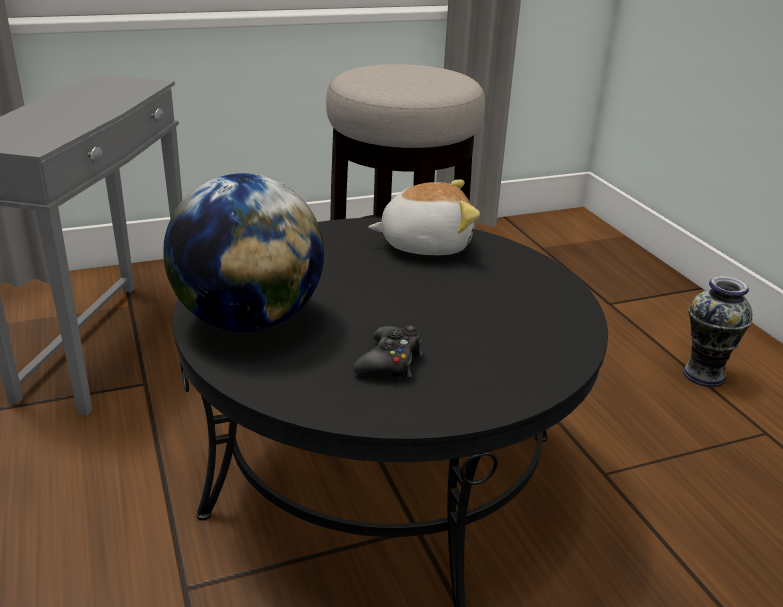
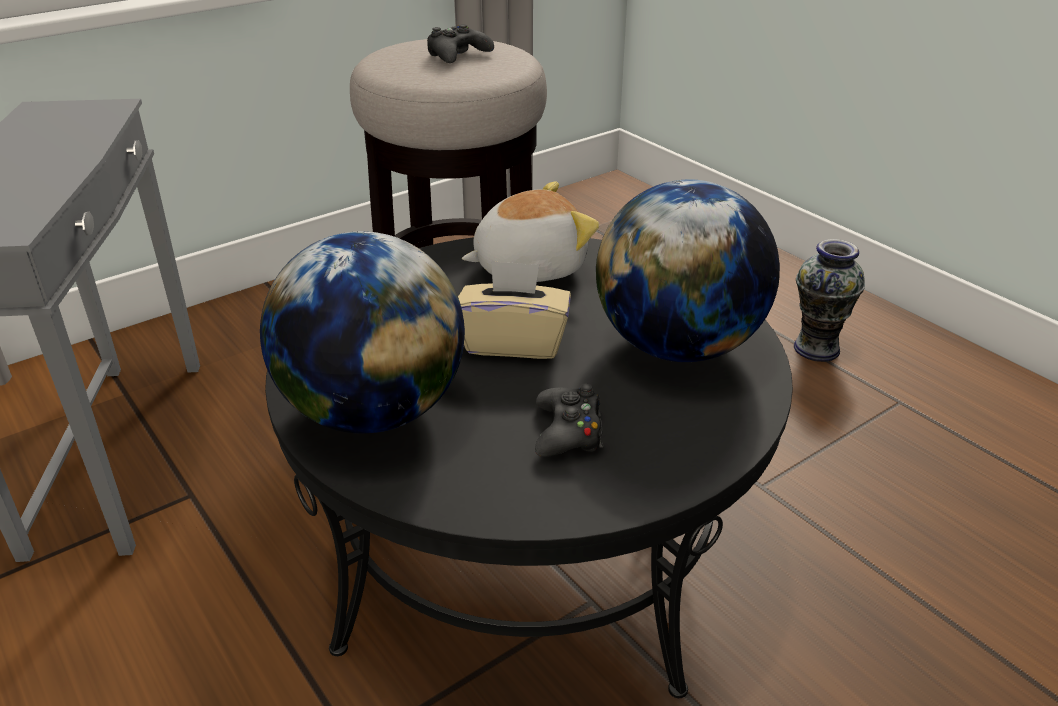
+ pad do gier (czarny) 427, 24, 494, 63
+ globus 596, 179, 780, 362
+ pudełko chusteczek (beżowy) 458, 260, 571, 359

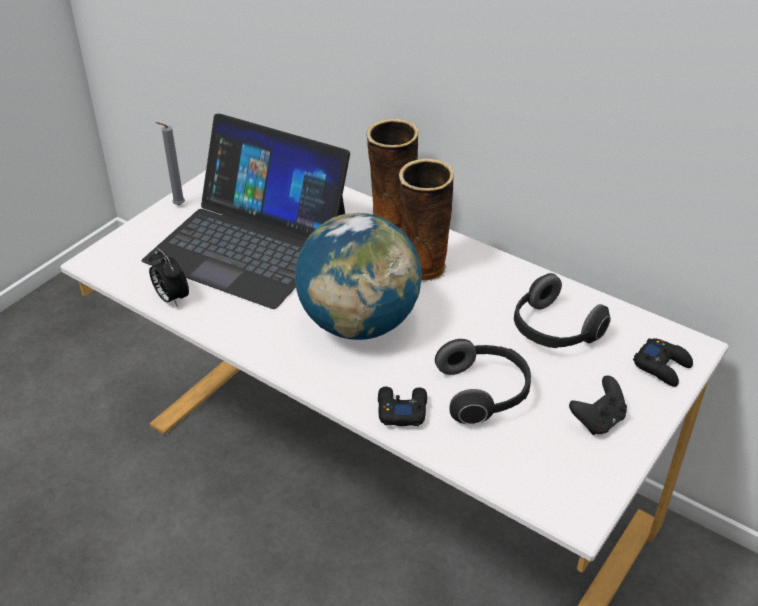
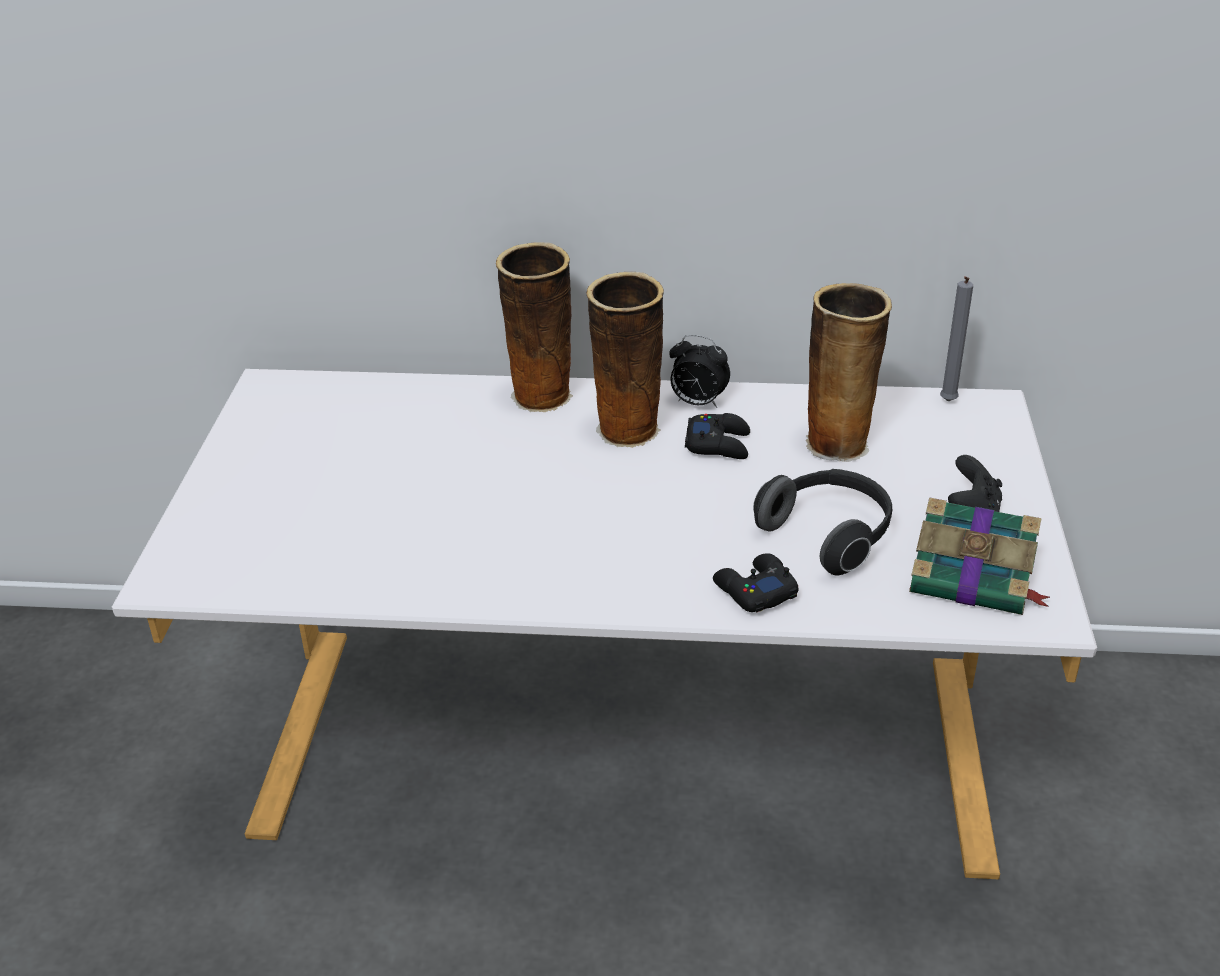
- laptop 142, 114, 350, 309
~ świeca (szary) 155, 122, 185, 205 to 940, 276, 973, 401
- globus 295, 213, 422, 340
~ budzik 149, 248, 189, 307 to 669, 335, 730, 408
~ słuchawki 514, 273, 611, 348 to wazon 806, 283, 892, 462
~ pad do gier (czarny) 633, 338, 693, 387 to 685, 413, 750, 459
+ książka 909, 497, 1050, 615

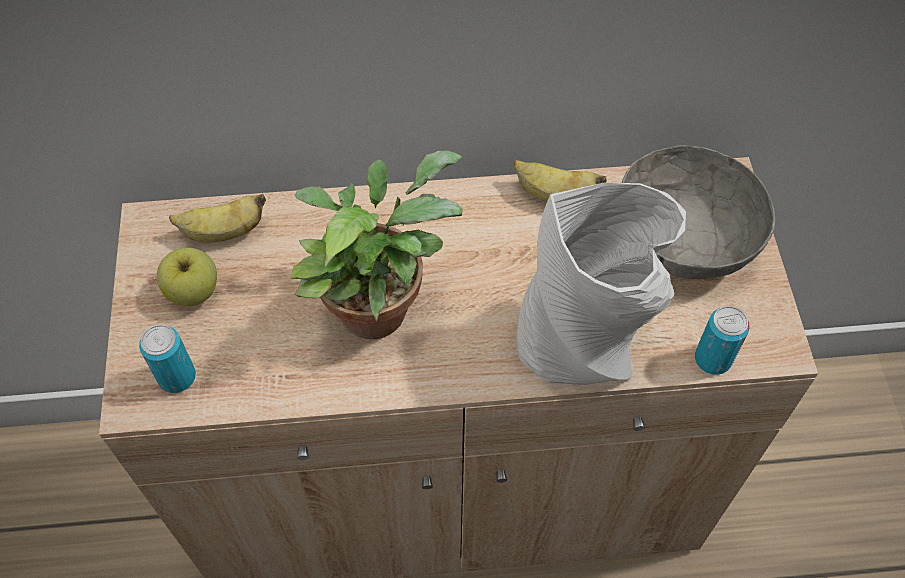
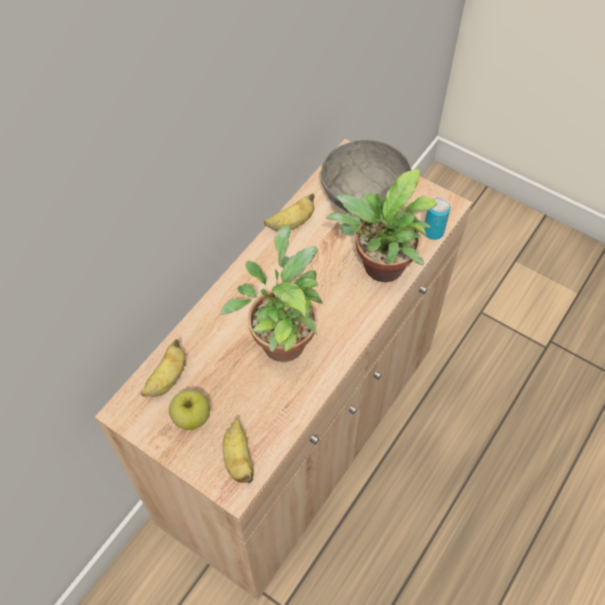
~ wazon (szary) 516, 183, 686, 385 to roślina doniczkowa 326, 169, 437, 282
~ puszka 139, 325, 196, 393 to banan 223, 419, 254, 483

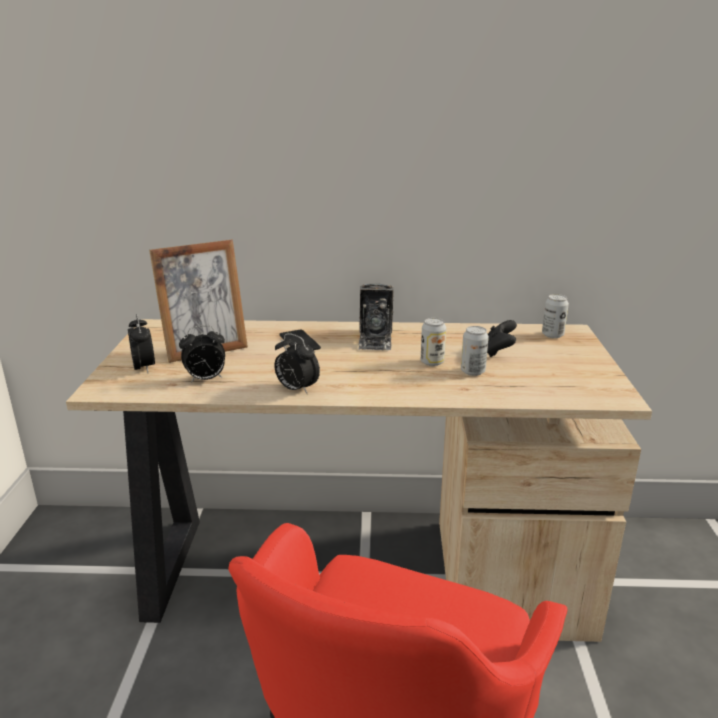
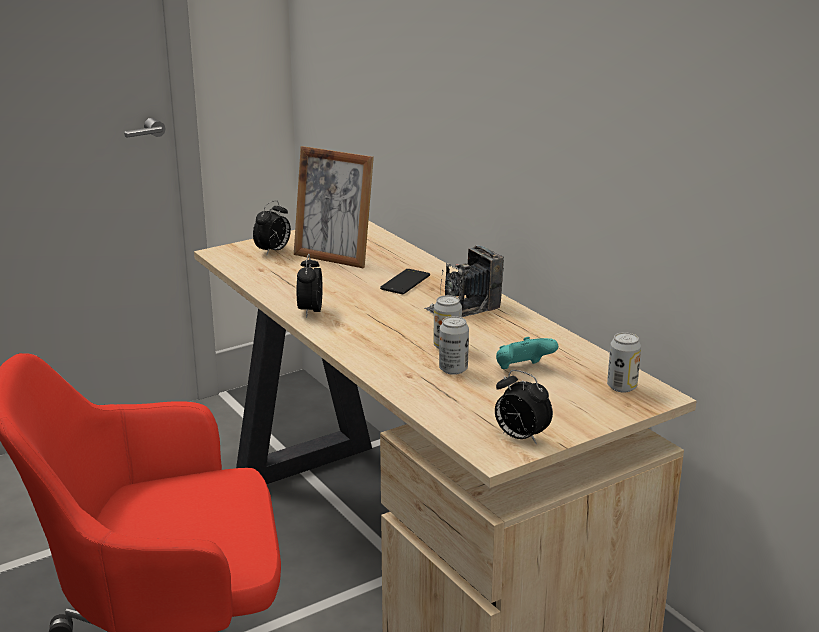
~ pad do gier (czarny) 487, 320, 517, 357 to pad do gier (turkusowy) 496, 337, 558, 369
~ budzik 179, 325, 225, 383 to 495, 370, 553, 445

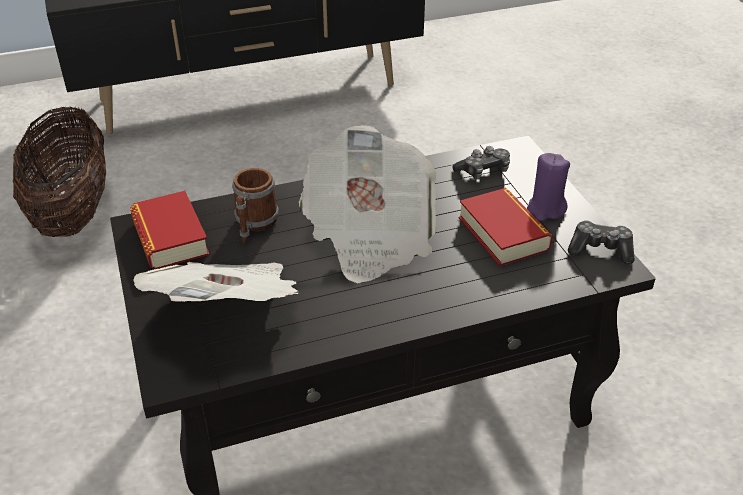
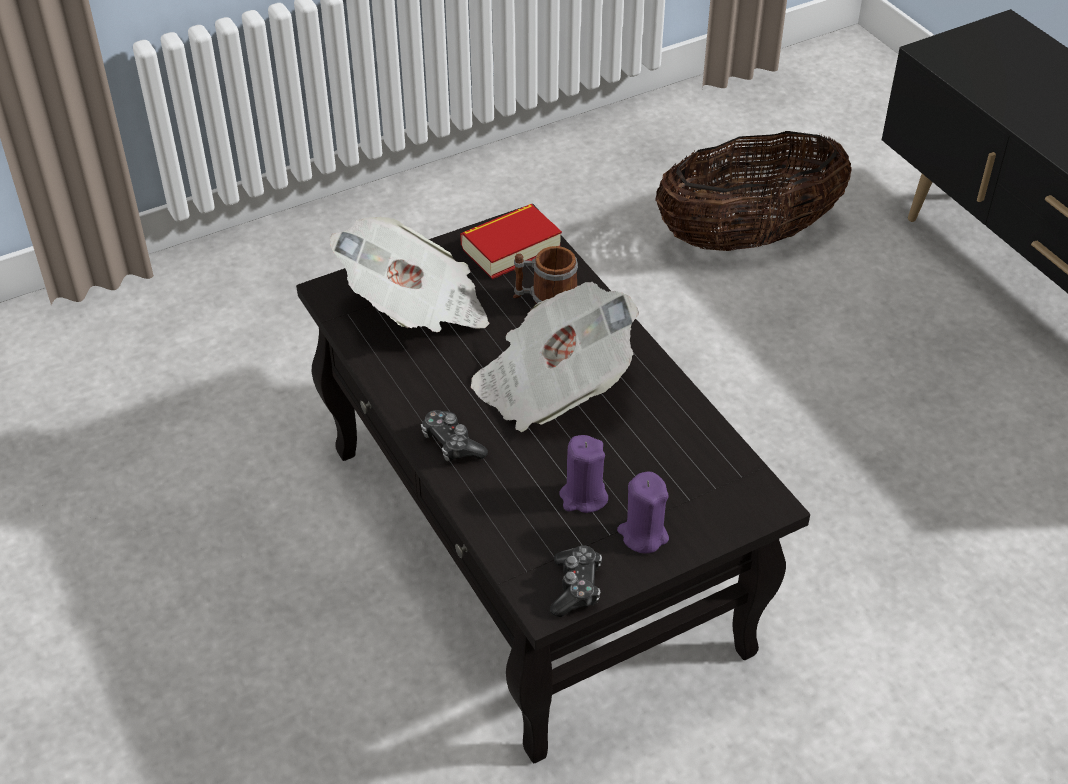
~ pad do gier 452, 146, 510, 179 to 421, 410, 488, 462
~ książka 459, 188, 553, 266 to świeca (fioletowy) 559, 435, 608, 513

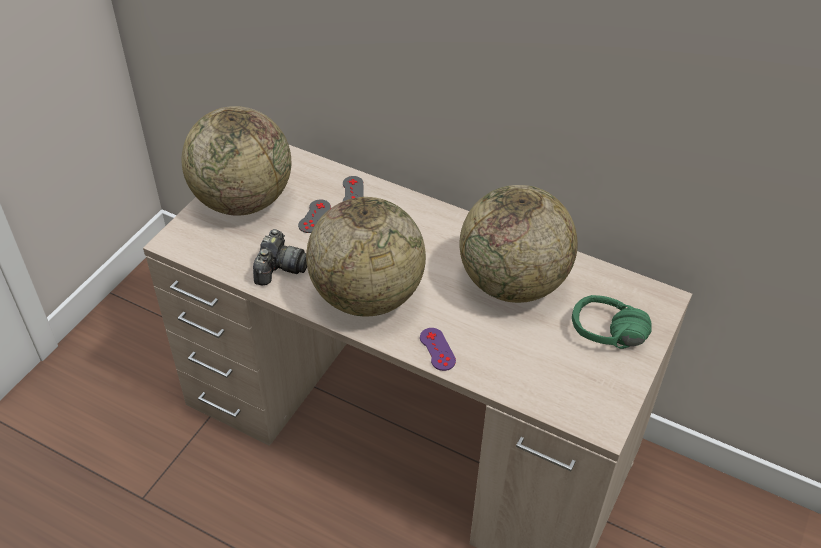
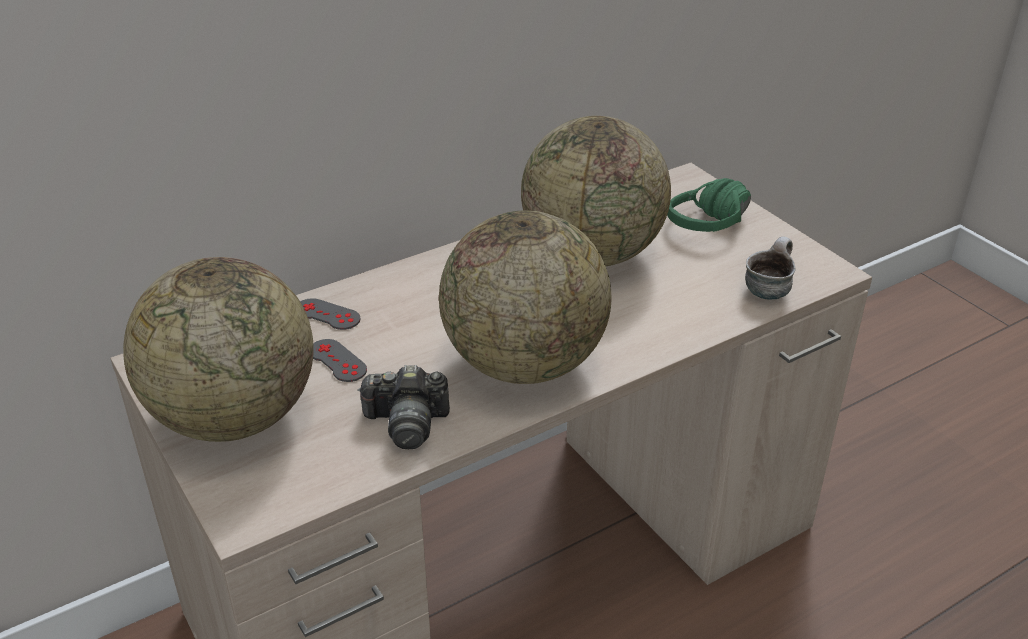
~ aparat fotograficzny 253, 229, 307, 285 = 357, 365, 450, 449 135 degrees clockwise
- pad do gier (fioletowy) 420, 328, 456, 371
+ kubek 745, 236, 795, 300

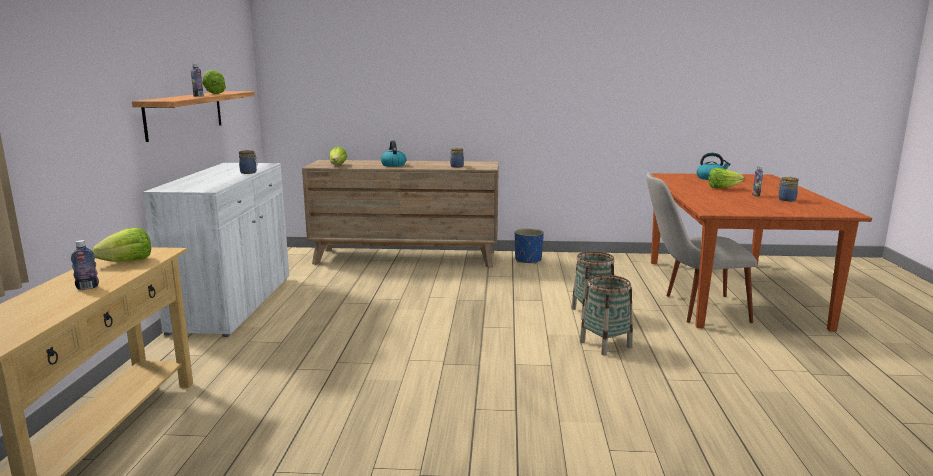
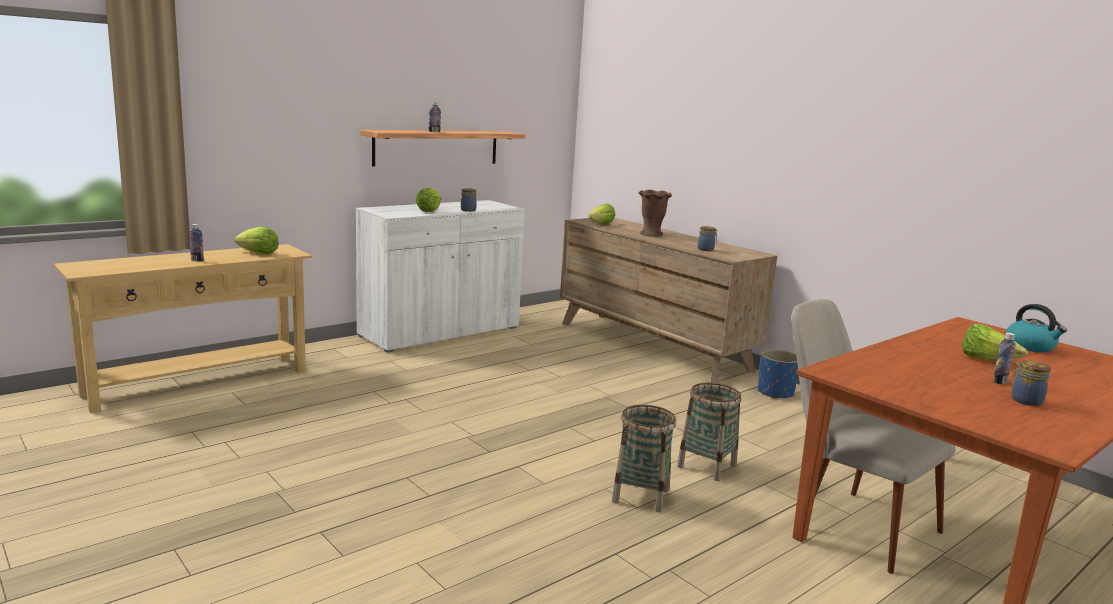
~ sałata 202, 70, 226, 94 to 415, 188, 441, 212
~ czajnik 381, 140, 406, 167 to wazon (brązowy) 639, 190, 672, 237

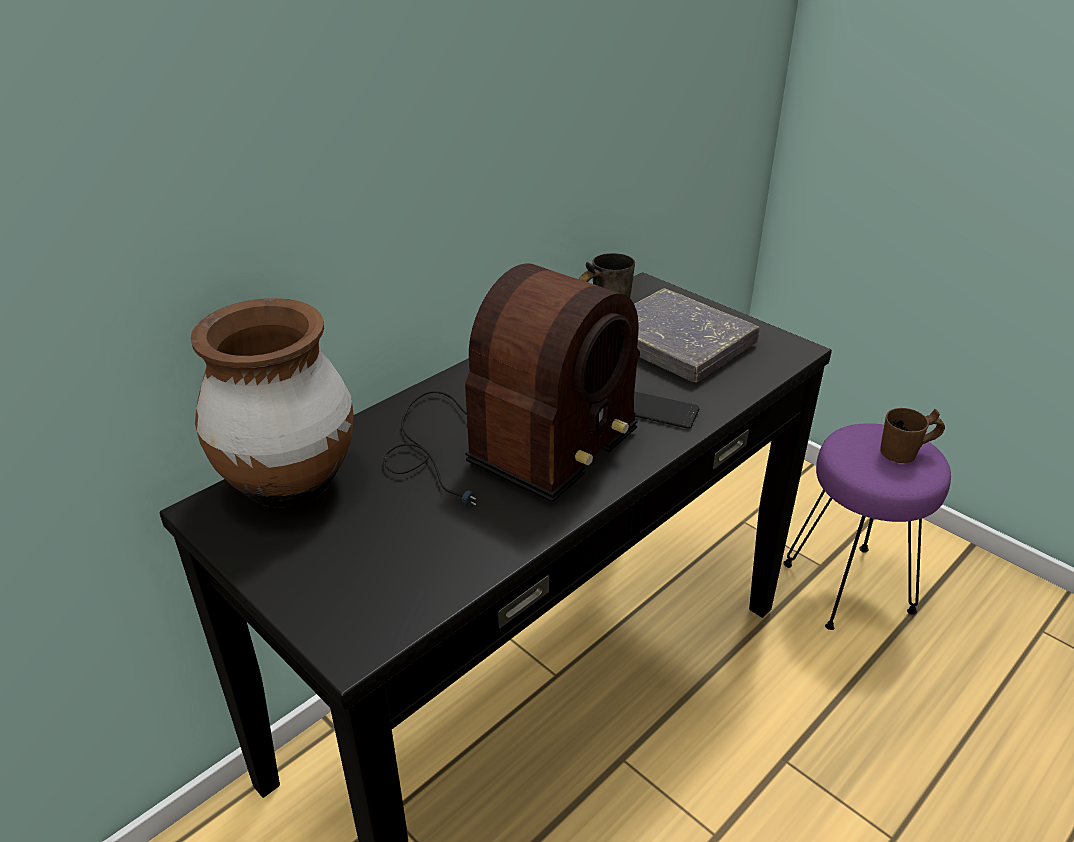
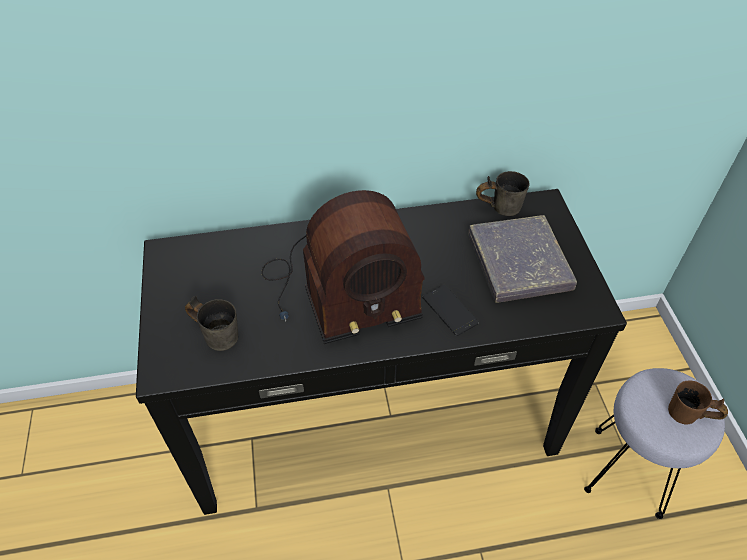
- wazon (brązowy) 191, 298, 354, 508
~ stołek (fioletowy) 783, 423, 951, 630 to stołek (szary) 584, 368, 725, 519
+ kubek (szary) 185, 296, 238, 351

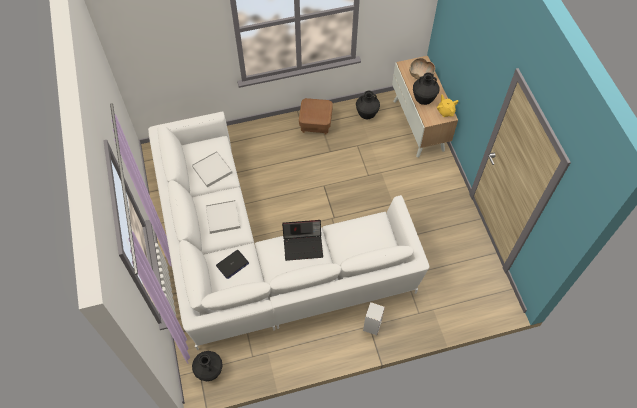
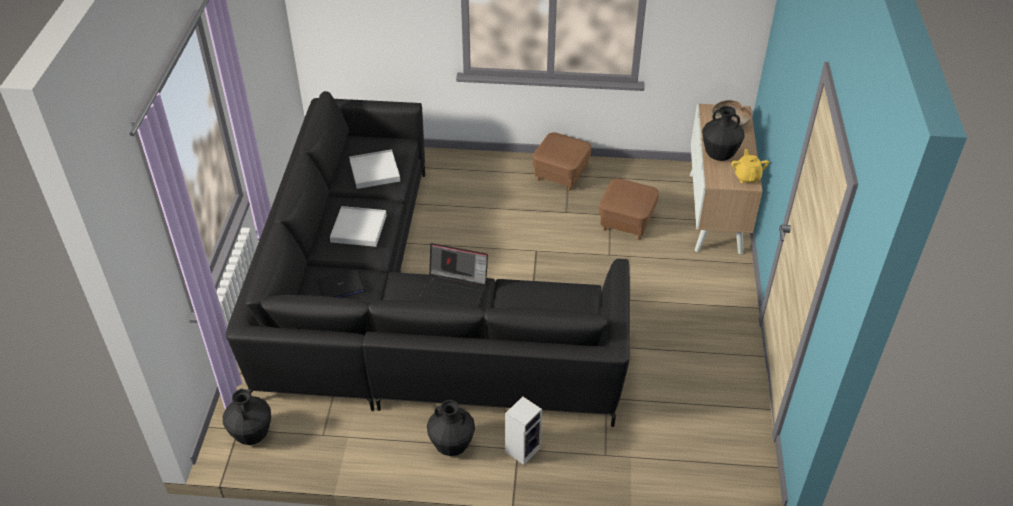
~ wazon (czarny) 356, 91, 380, 119 to 427, 400, 475, 456
~ kanapa (biały) 148, 111, 429, 350 to kanapa (czarny) 226, 91, 630, 427
+ pufa (brązowy) 599, 178, 659, 240

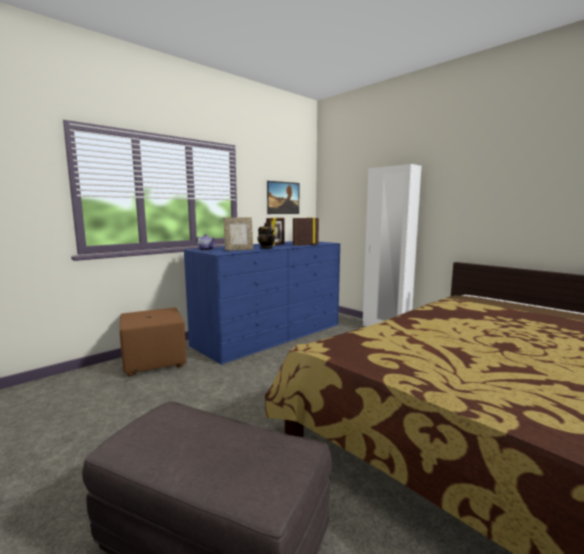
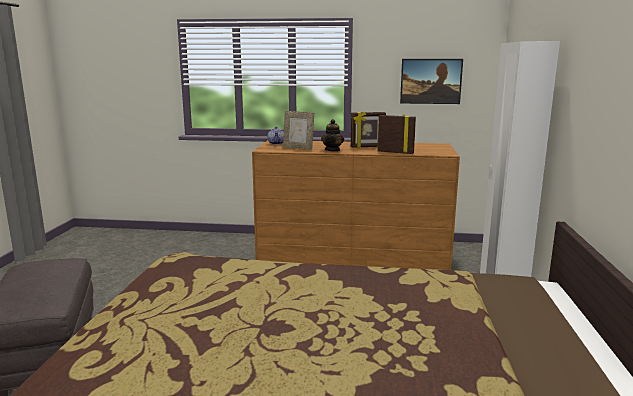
~ komoda (niebieski) 184, 241, 340, 365 to komoda (brązowy) 252, 140, 460, 270
- pufa (brązowy) 120, 308, 186, 376

